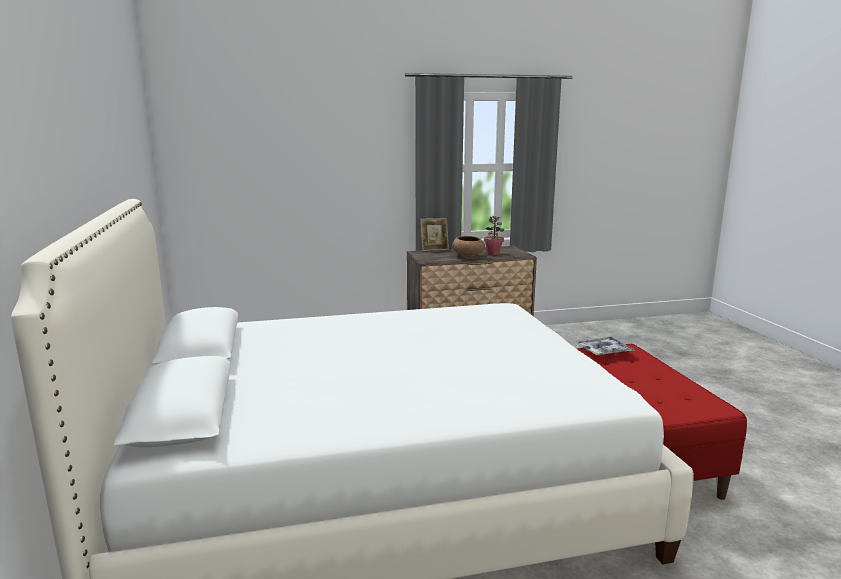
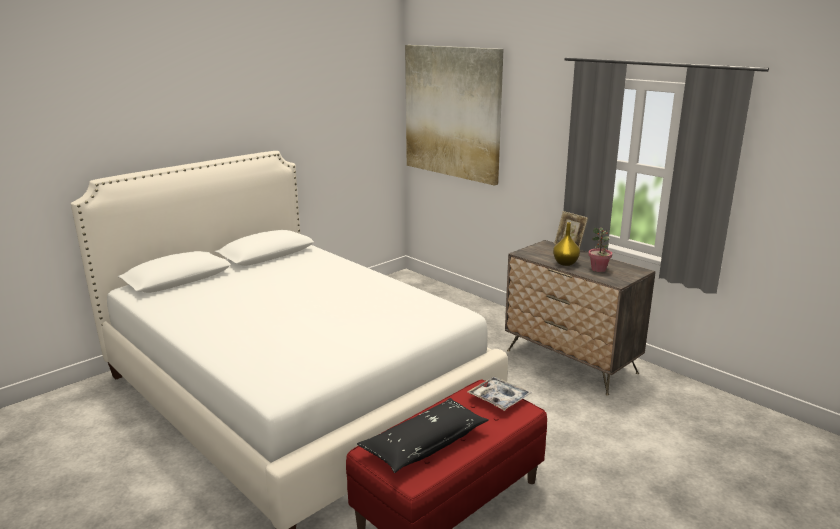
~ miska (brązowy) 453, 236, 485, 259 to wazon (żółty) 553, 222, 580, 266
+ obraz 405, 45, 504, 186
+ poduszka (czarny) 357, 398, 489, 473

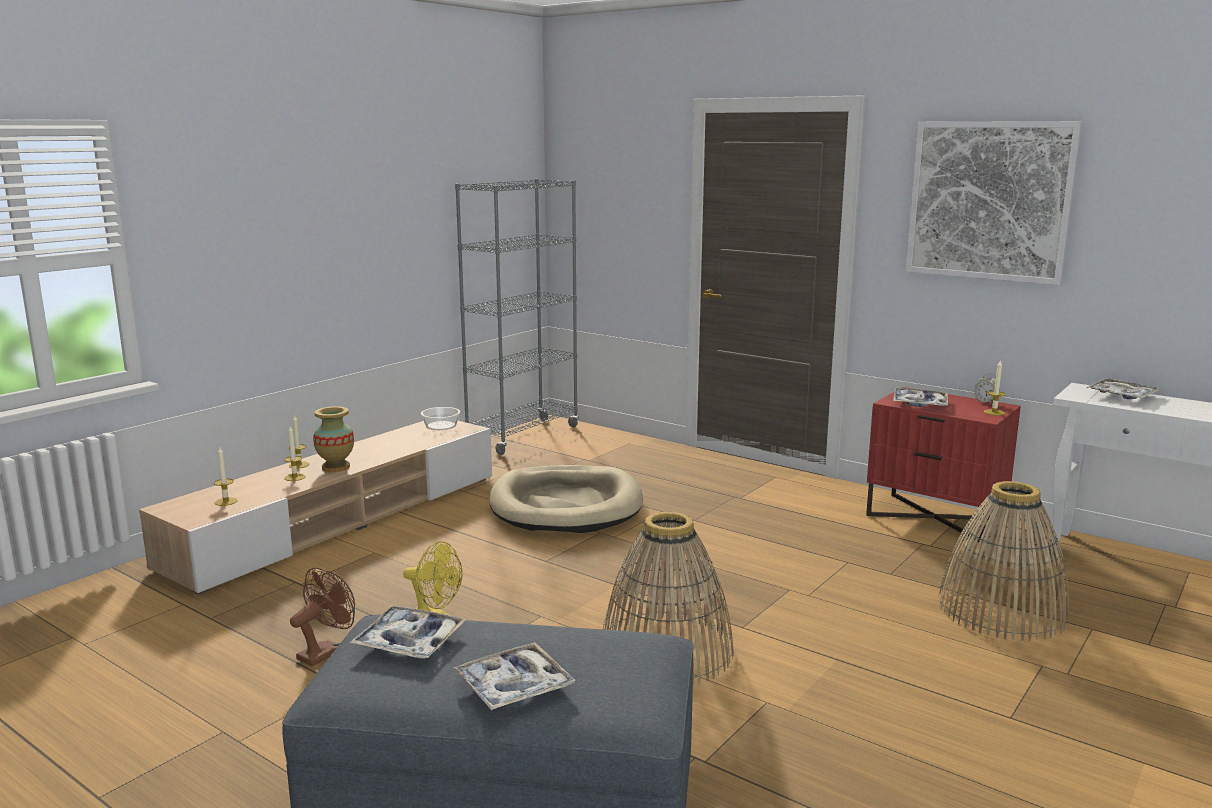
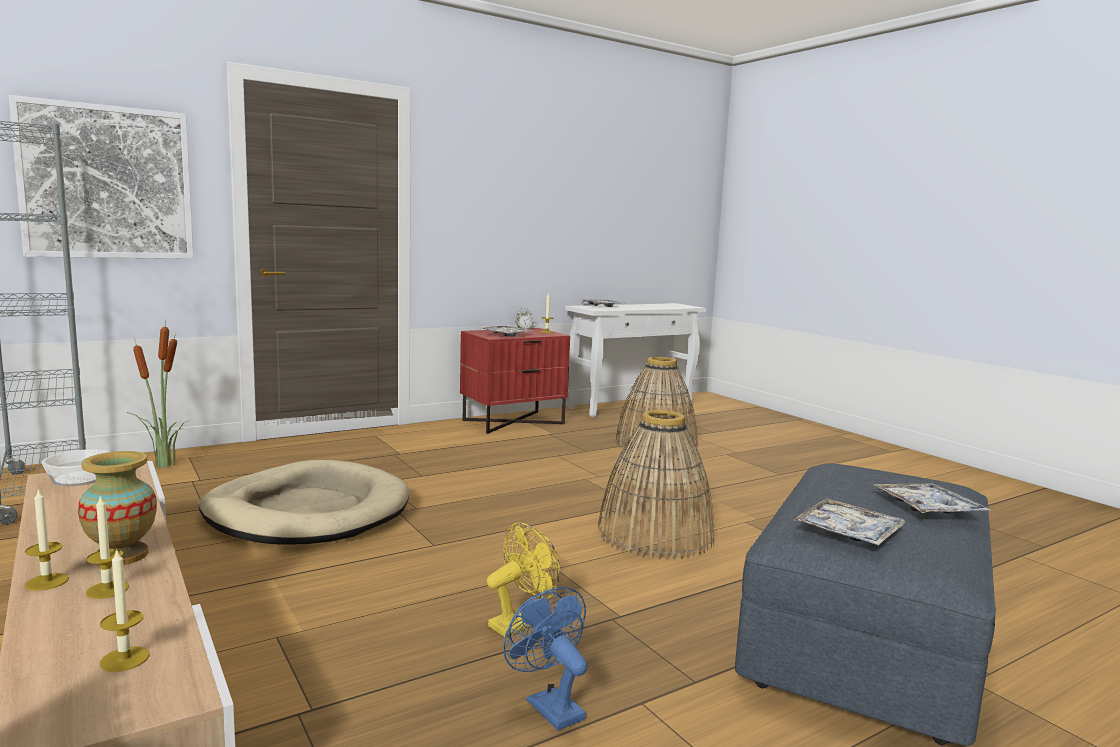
~ obraz 906, 121, 1082, 285 to 9, 95, 194, 259
~ wentylator (brązowy) 290, 568, 355, 666 to wentylator (niebieski) 503, 587, 587, 731
+ roślina doniczkowa 127, 321, 190, 468

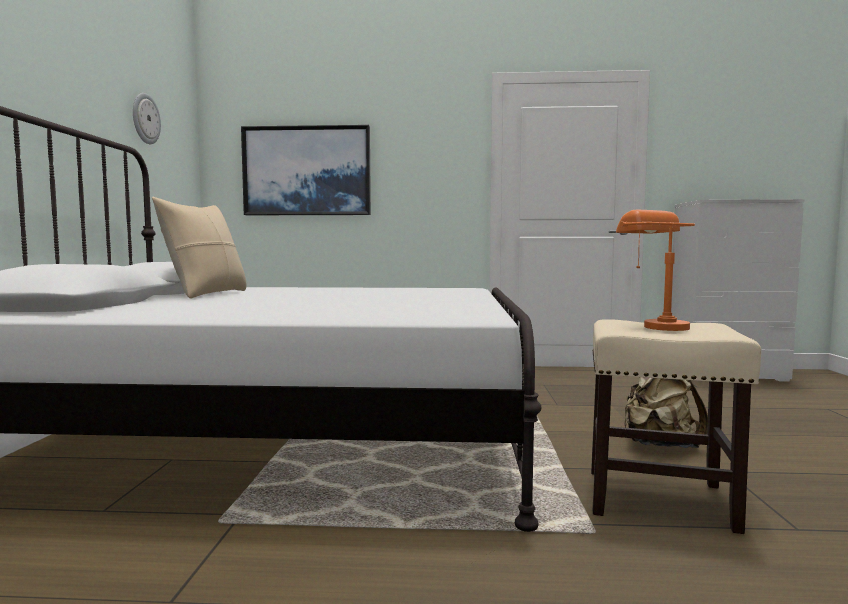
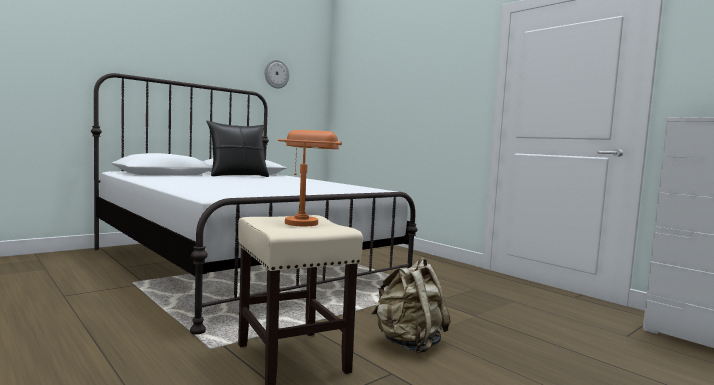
- obraz 241, 125, 371, 215
~ poduszka (beżowy) 152, 197, 247, 298 to poduszka (czarny) 206, 121, 269, 177

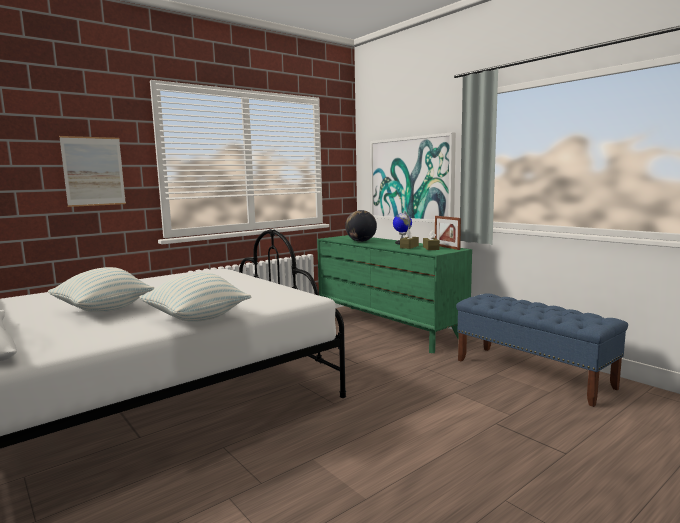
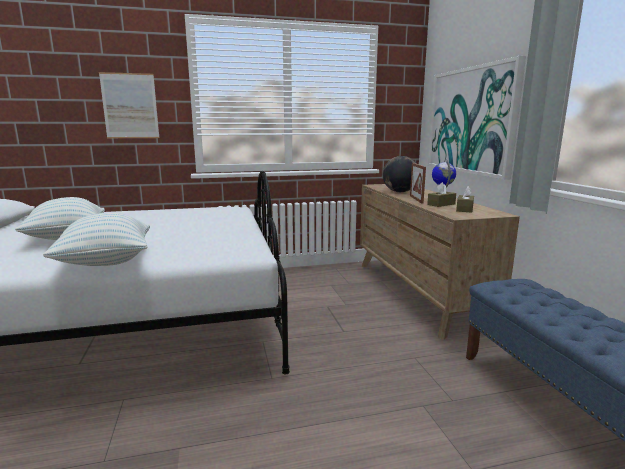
~ ramka na zdjęcie 435, 216, 461, 250 to 410, 163, 426, 204
~ komoda (zielony) 317, 235, 472, 353 to komoda (brązowy) 360, 184, 520, 340

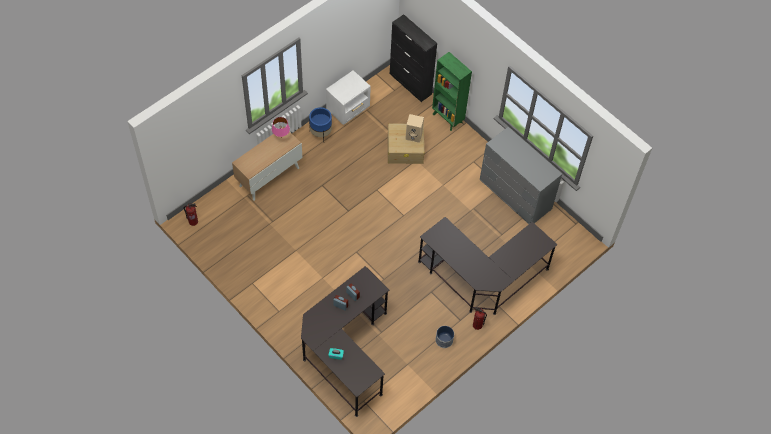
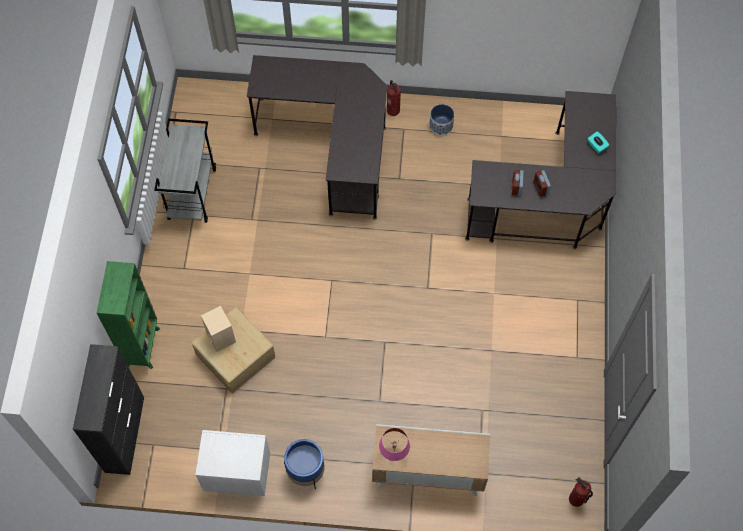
~ komoda (szary) 480, 127, 562, 224 to wózek (szary) 154, 118, 216, 223

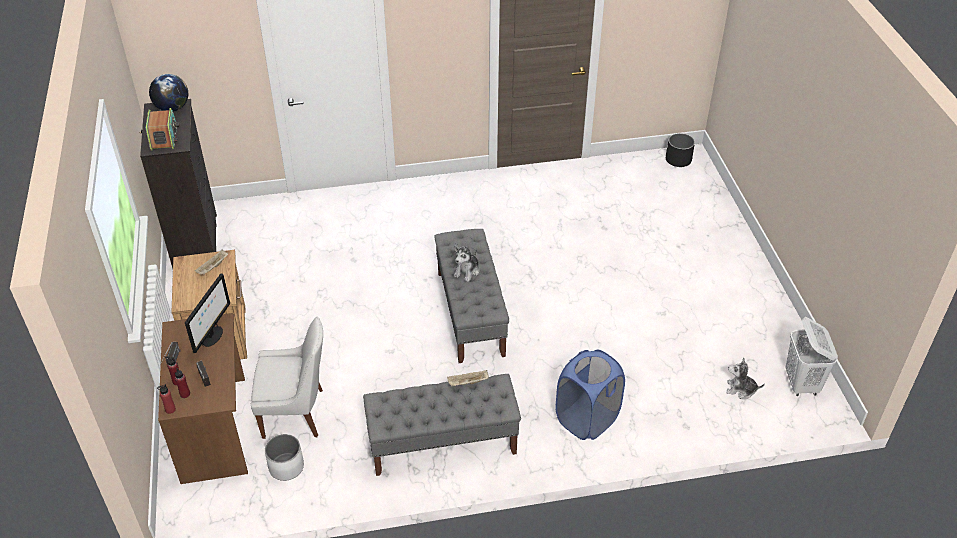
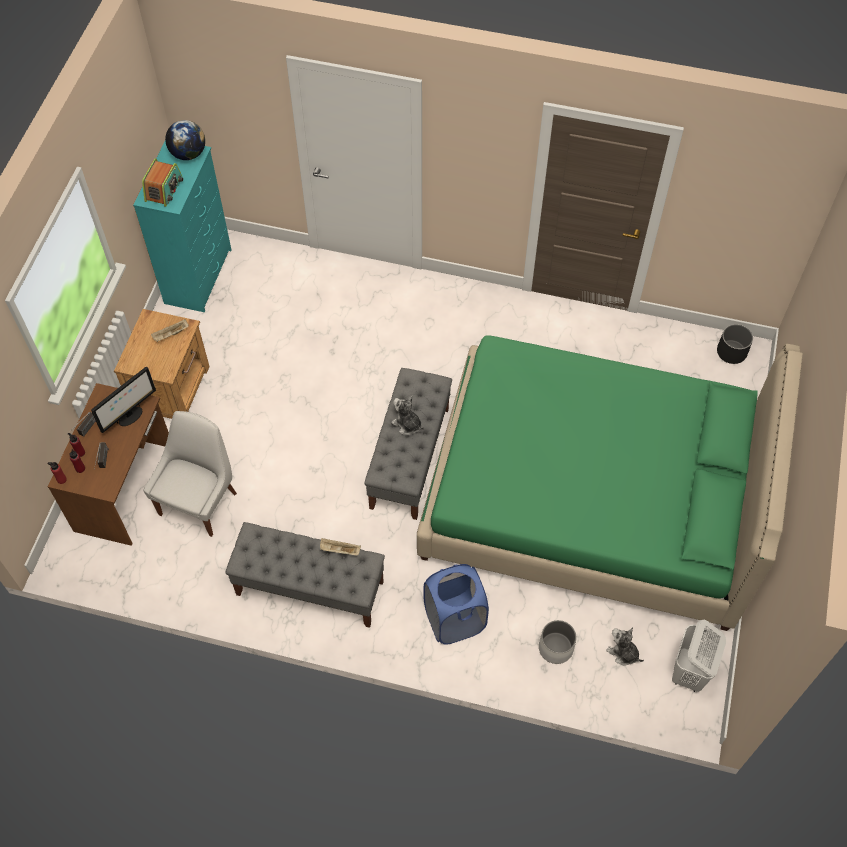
~ komoda (czarny) 139, 99, 217, 269 to komoda (turkusowy) 133, 142, 232, 312
~ pluszak 454, 245, 479, 282 = 391, 396, 424, 435 75 degrees clockwise
~ krzesło (biały) 251, 317, 323, 439 = 143, 411, 237, 537 90 degrees counterclockwise
~ donica (biały) 265, 434, 304, 481 to 539, 620, 577, 664
+ łóżko (zielony) 417, 335, 803, 631

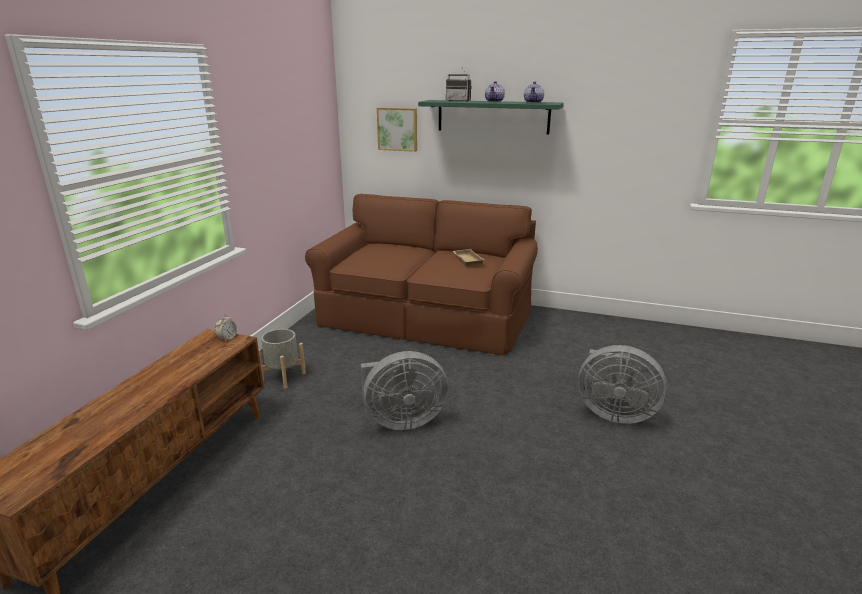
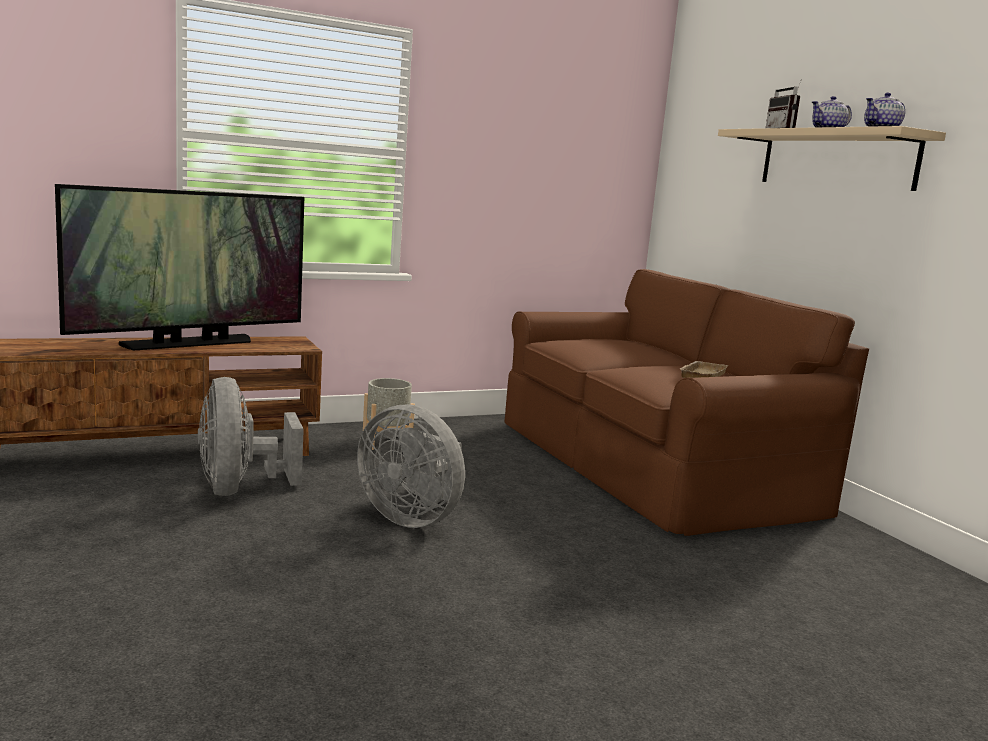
~ półka (zielony) 418, 100, 564, 134 to półka (beżowy) 718, 126, 946, 191
- obraz 377, 107, 417, 152
- budzik 215, 314, 237, 342
~ wentylator (szary) 578, 345, 667, 424 to 198, 377, 304, 496
+ telewizor 55, 184, 304, 350

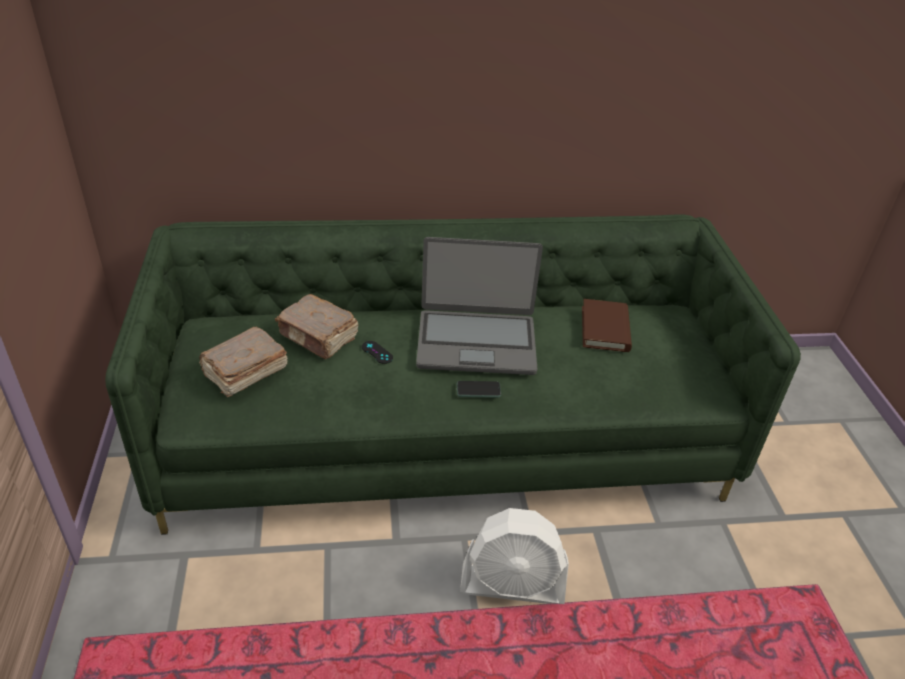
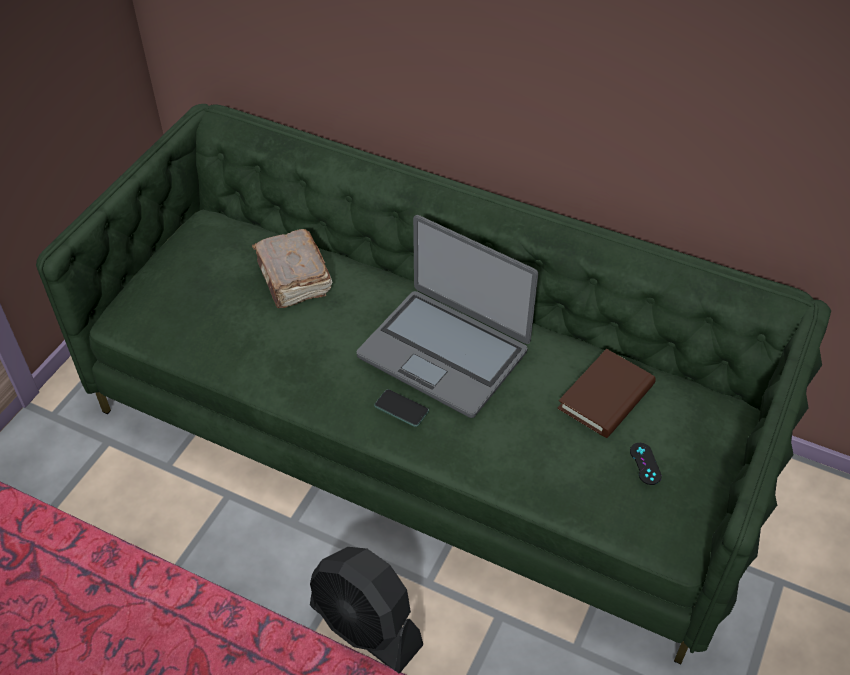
- książka (brązowy) 199, 326, 288, 397
~ pad do gier (czarny) 362, 341, 393, 364 to 630, 443, 662, 485
~ wentylator (biały) 460, 508, 569, 604 to wentylator (czarny) 310, 547, 423, 674

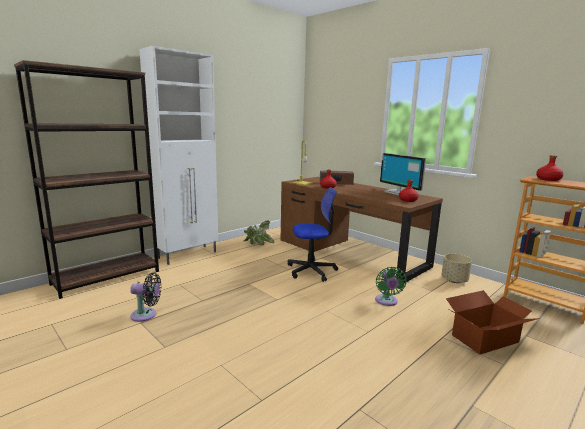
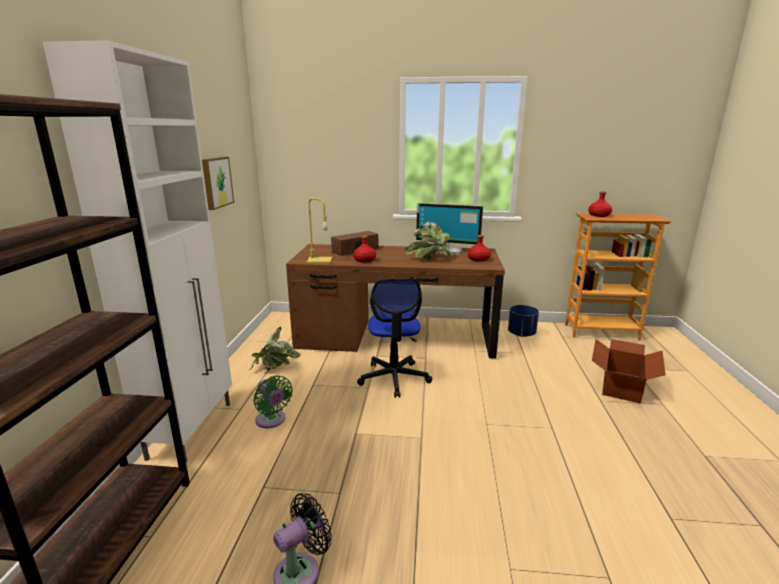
~ krzesło biurowe 288, 187, 338, 282 = 357, 278, 432, 398 135 degrees clockwise
~ donica (beżowy) 441, 254, 472, 283 to donica (niebieski) 508, 305, 539, 337
~ wentylator (zielony) 375, 267, 407, 306 to 253, 375, 293, 428
+ obraz 202, 157, 234, 210
+ roślina doniczkowa 405, 221, 453, 260

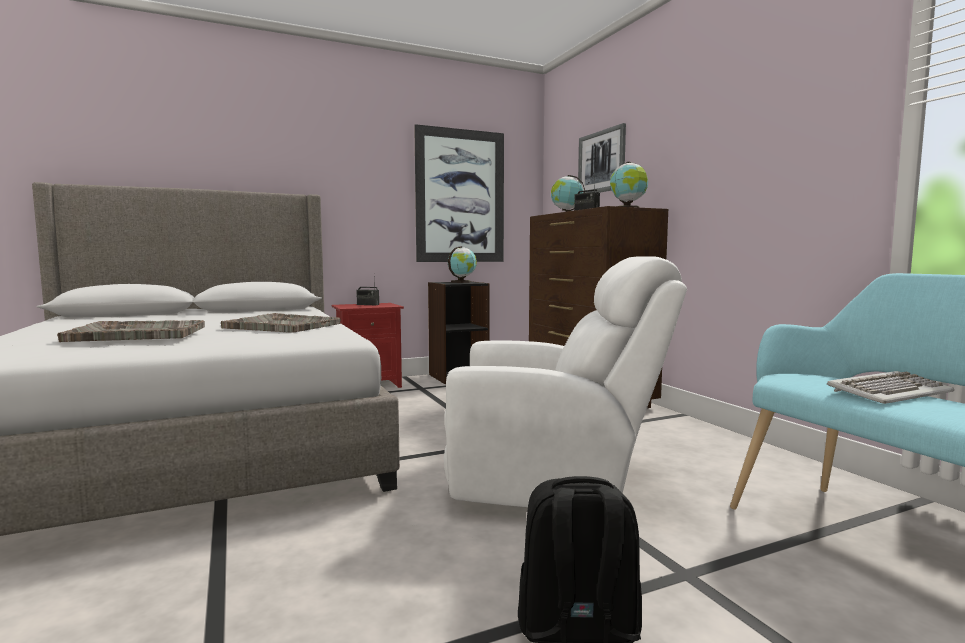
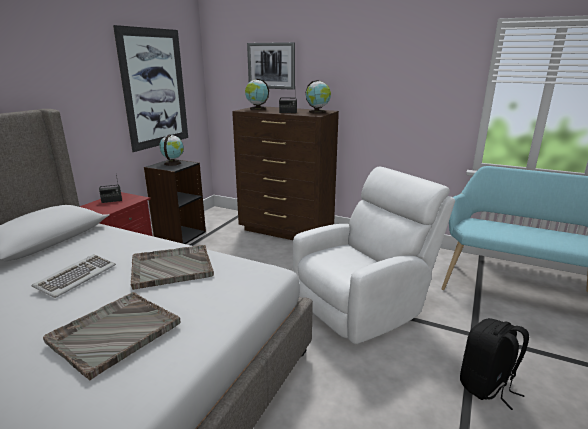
~ klawiatura 827, 371, 954, 404 to 31, 254, 116, 298

